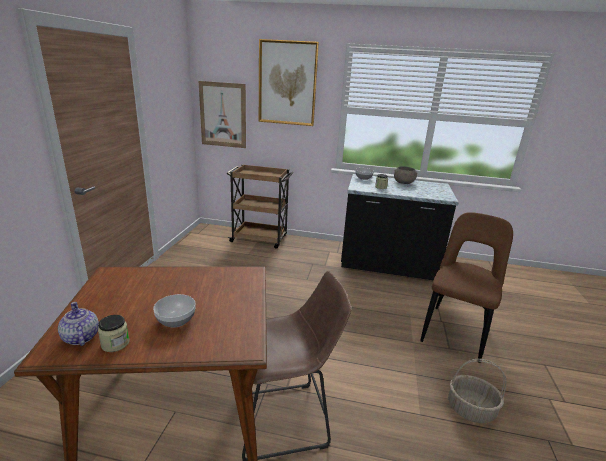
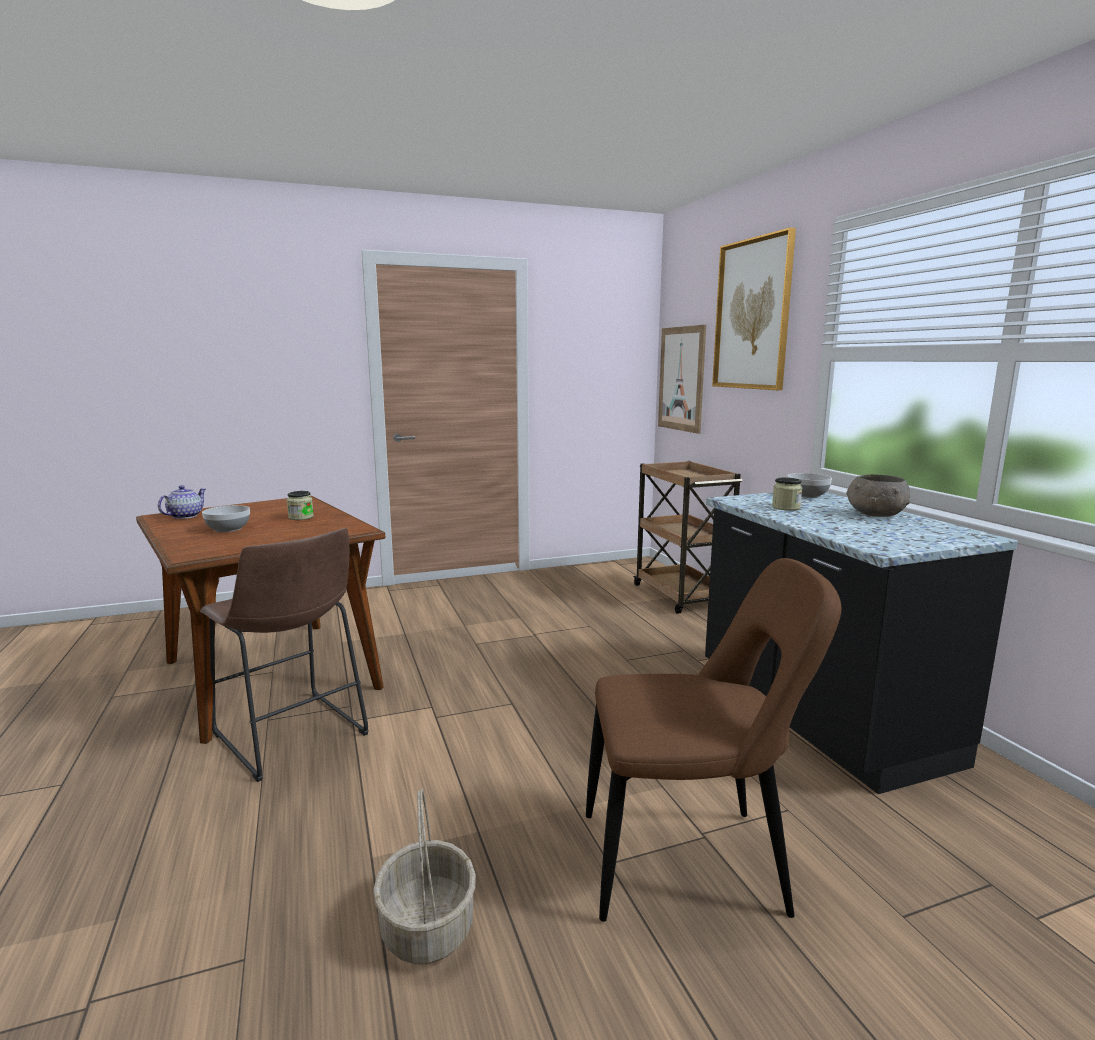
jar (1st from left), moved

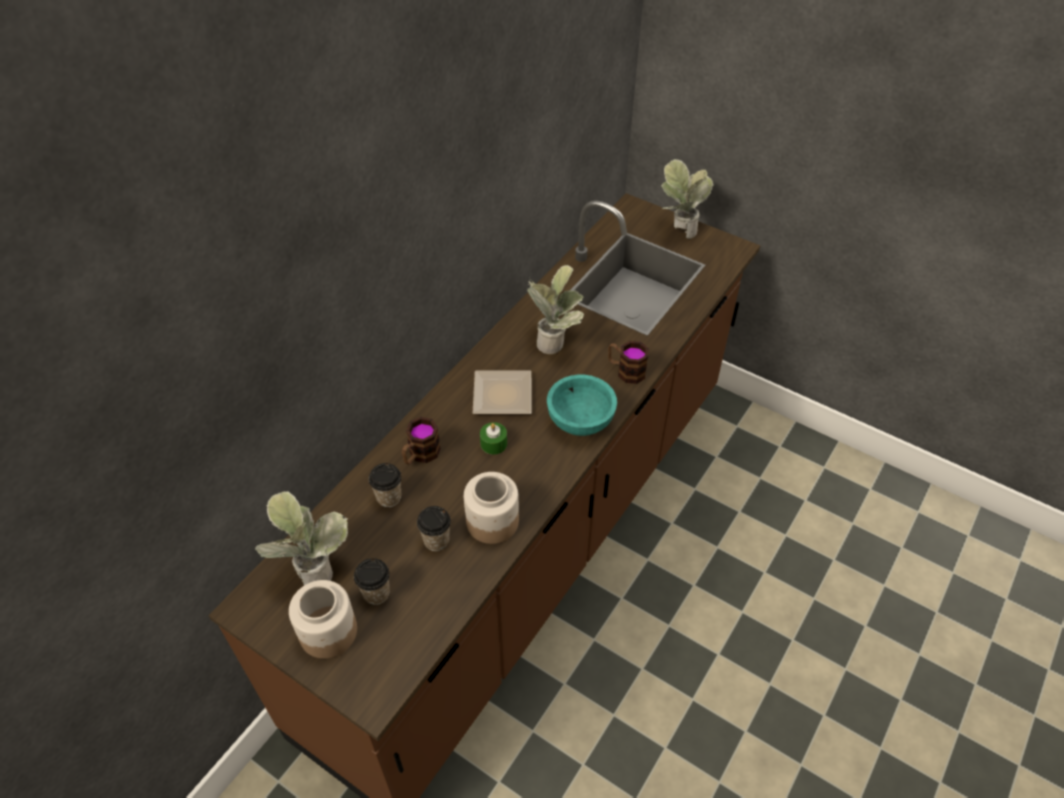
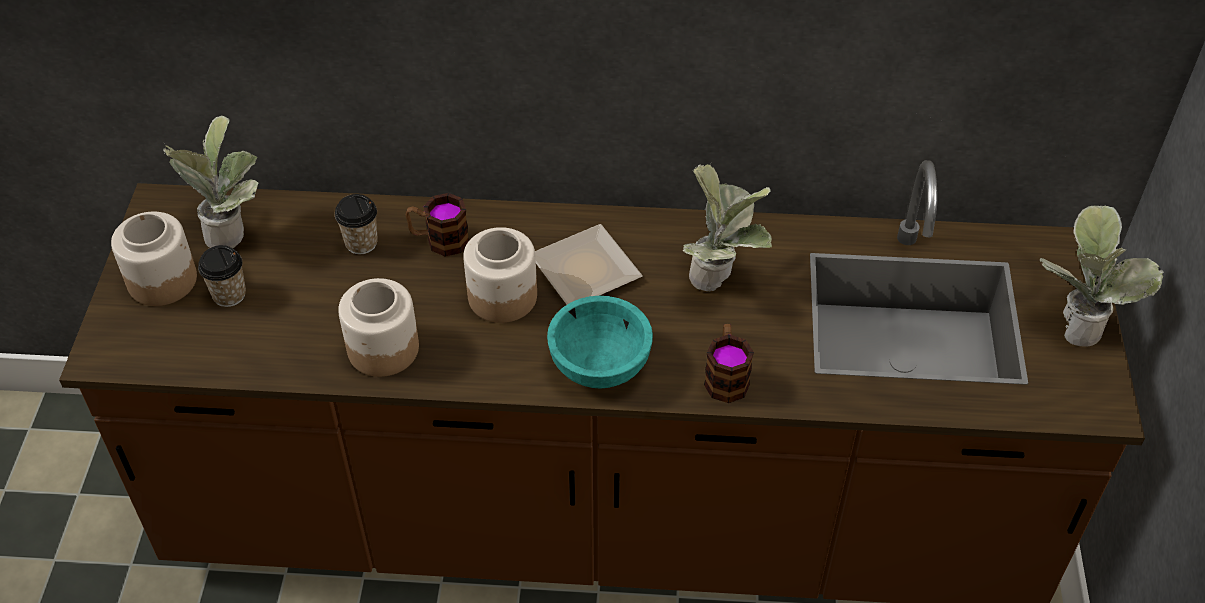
drinking cup (3rd from left) => nothing
candle (greenish) => jar (3rd from left)

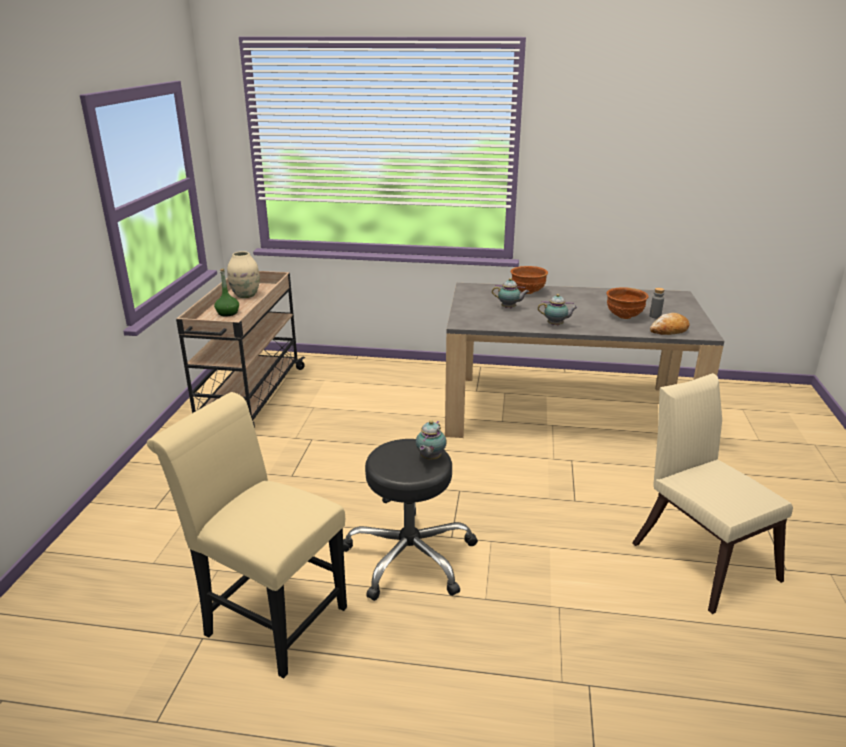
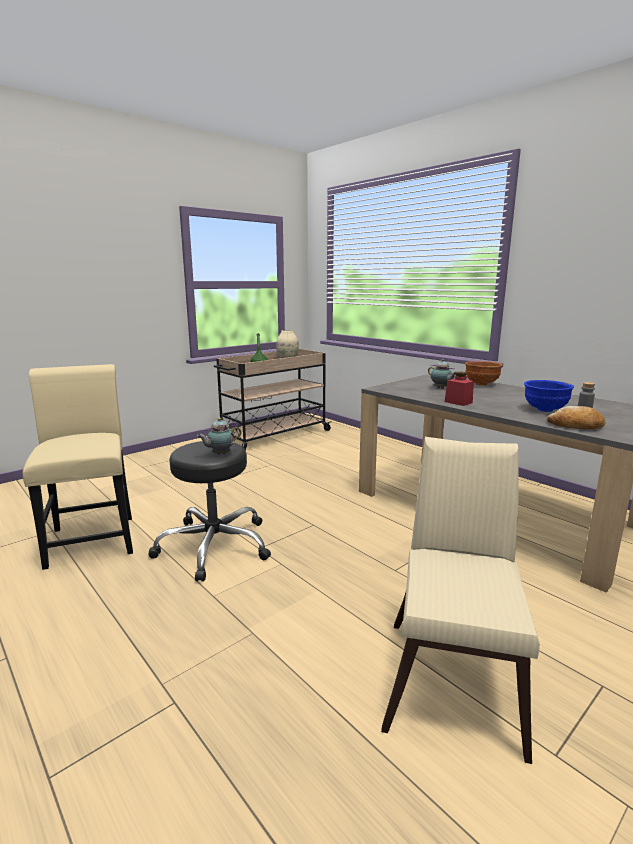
teapot (3rd from left) => jar (red)
deep dish (brown-coloured) (2nd from left) => deep dish (blue)

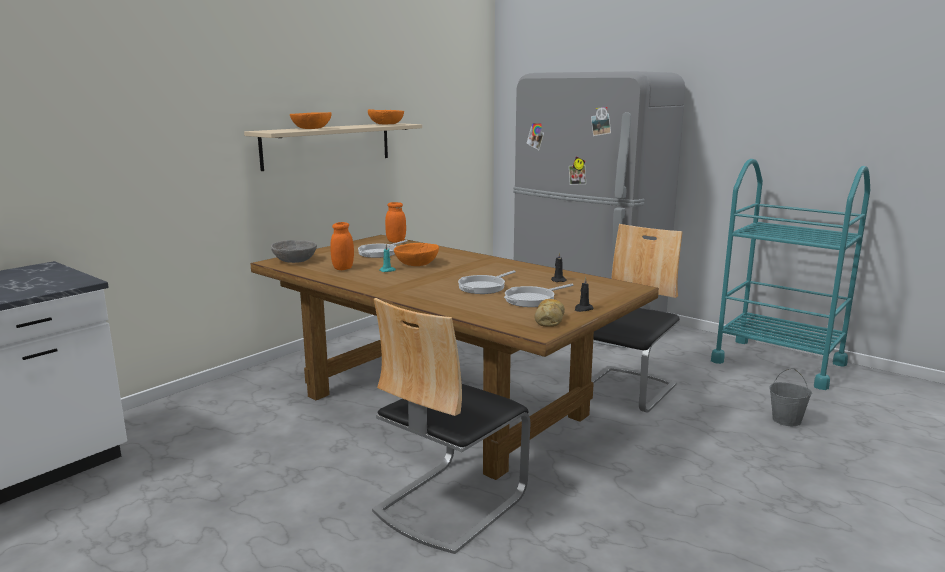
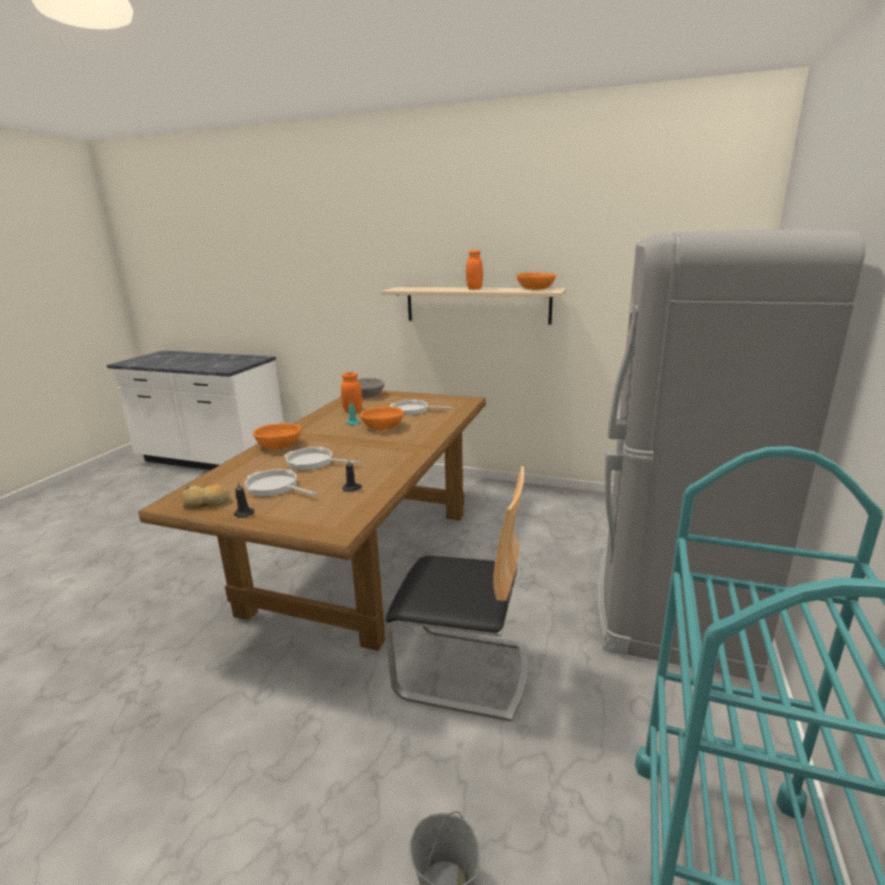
deep dish (orange-coloured) (1st from left), moved
upright chair (1st from left) => nothing
jar (orange-coloured) (2nd from left), moved

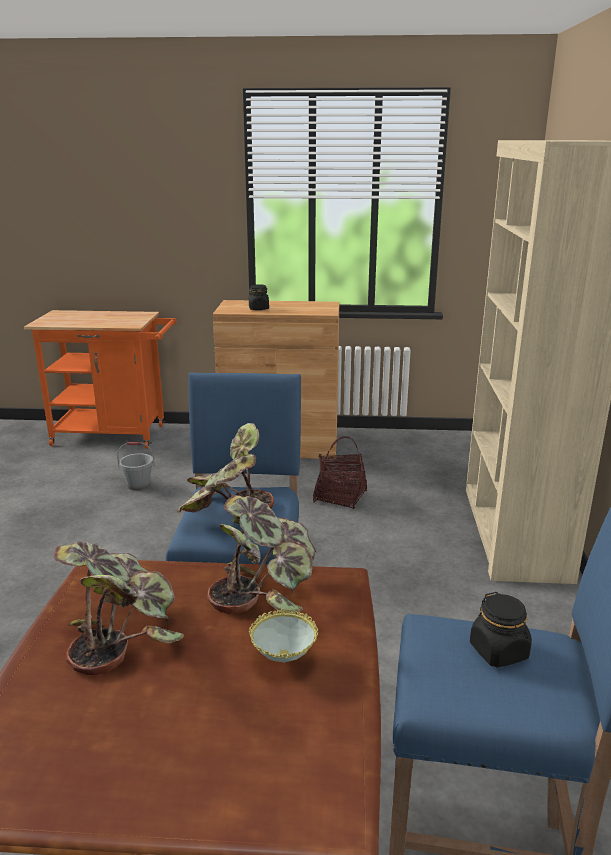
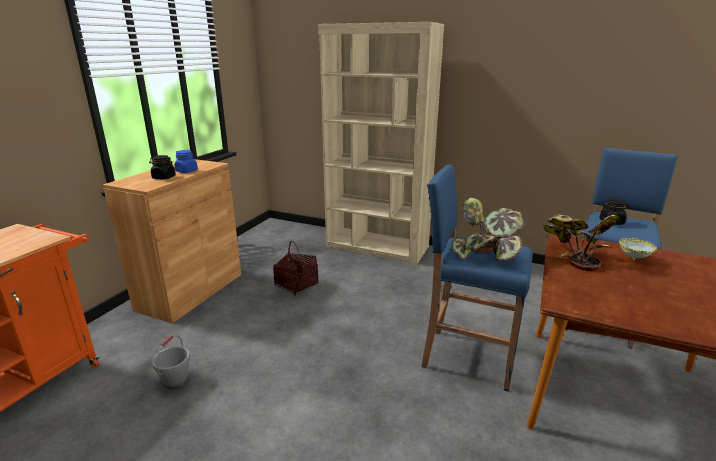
potted plant (1st from left) => nothing
nothing => jar (blue)

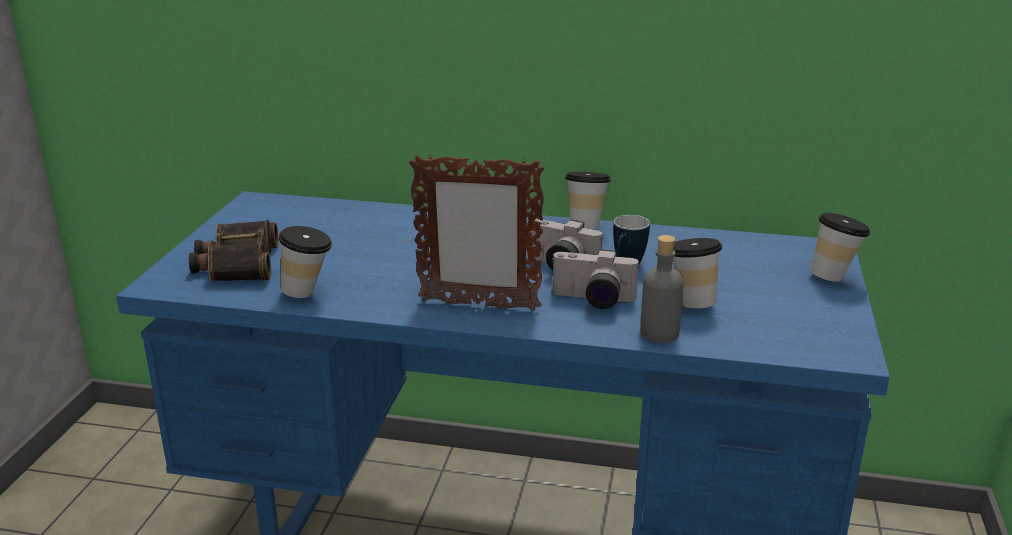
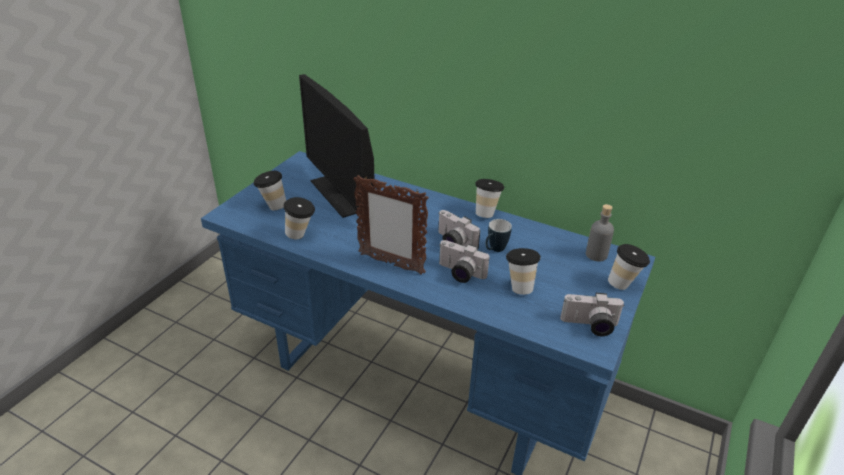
binoculars => drinking cup (1st from left)
bottle (grey), moved
nothing => computer display
nothing => still camera (3rd from left)

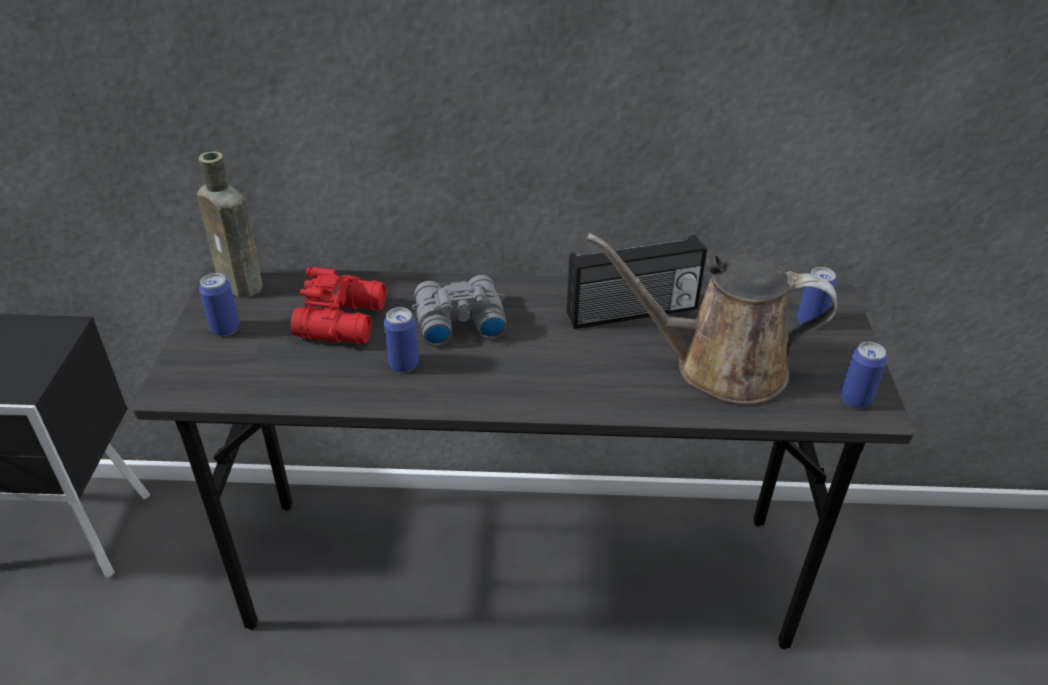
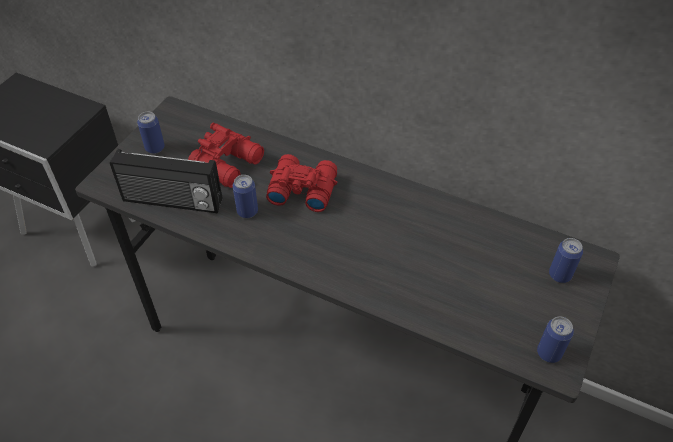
bottle (brown-coloured) => nothing
binoculars (grey) => binoculars (red) (2nd from left)
radio, moved
sprinkling can (brown-coloured) => nothing

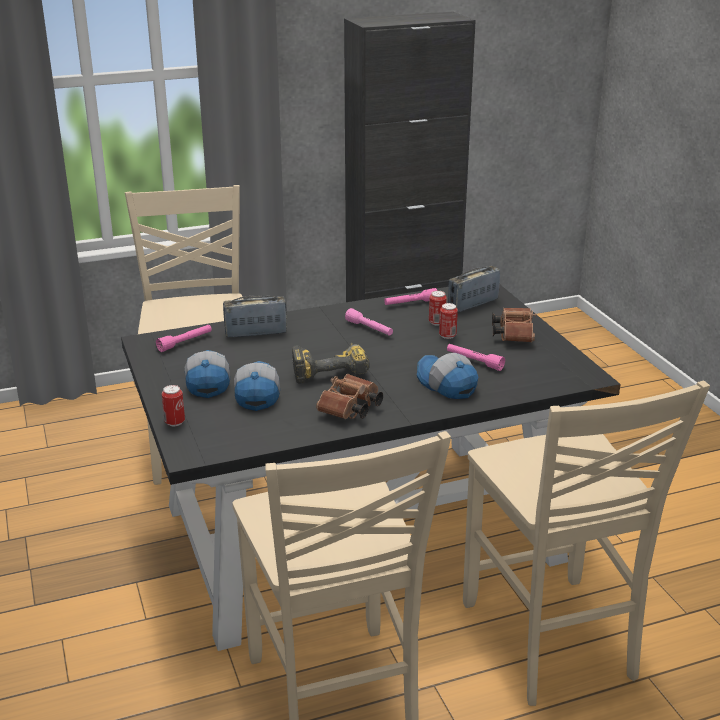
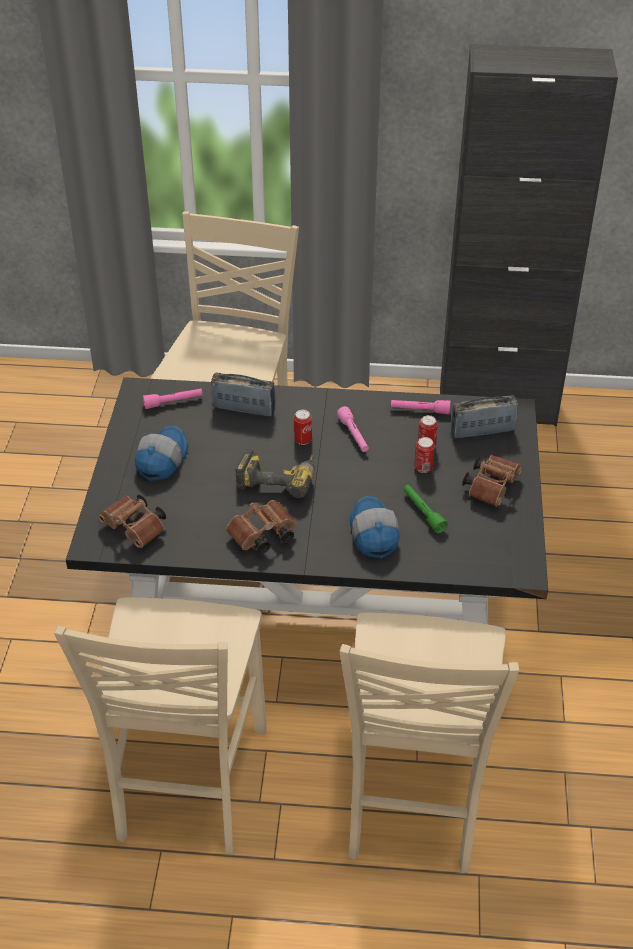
sealed can (1st from left), moved
cap (2nd from left) => nothing
flashlight (pink-coloured) (4th from left) => flashlight (greenish)
nothing => binoculars (brown-coloured) (1st from left)

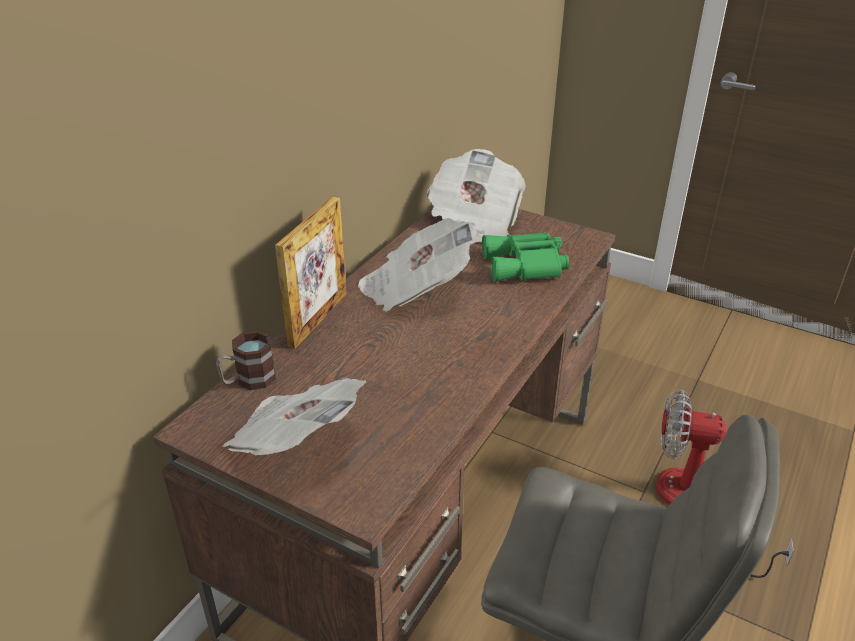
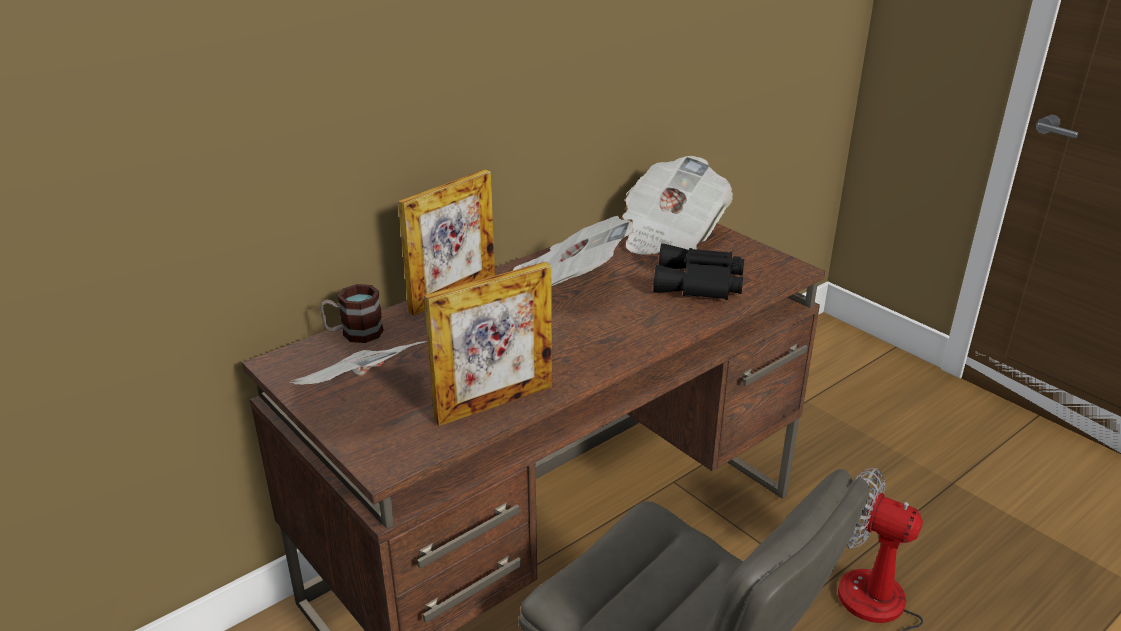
binoculars (greenish) => binoculars (blackish)
nothing => picture frame (2nd from left)

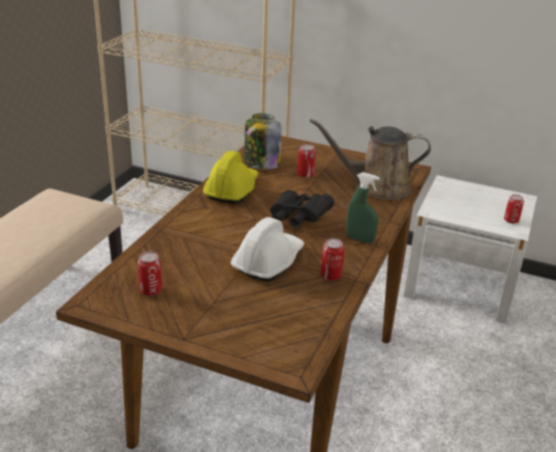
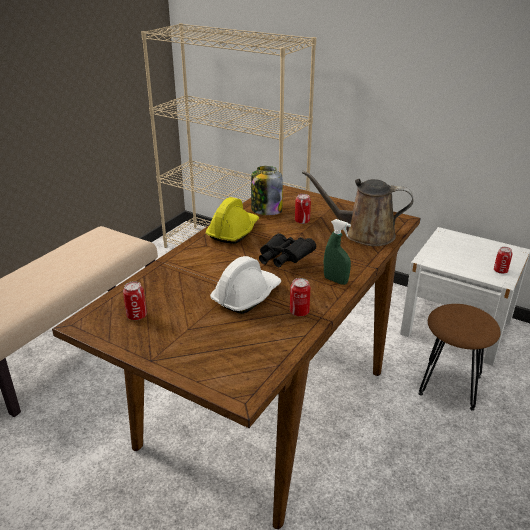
nothing => stool seat (brown-coloured)

